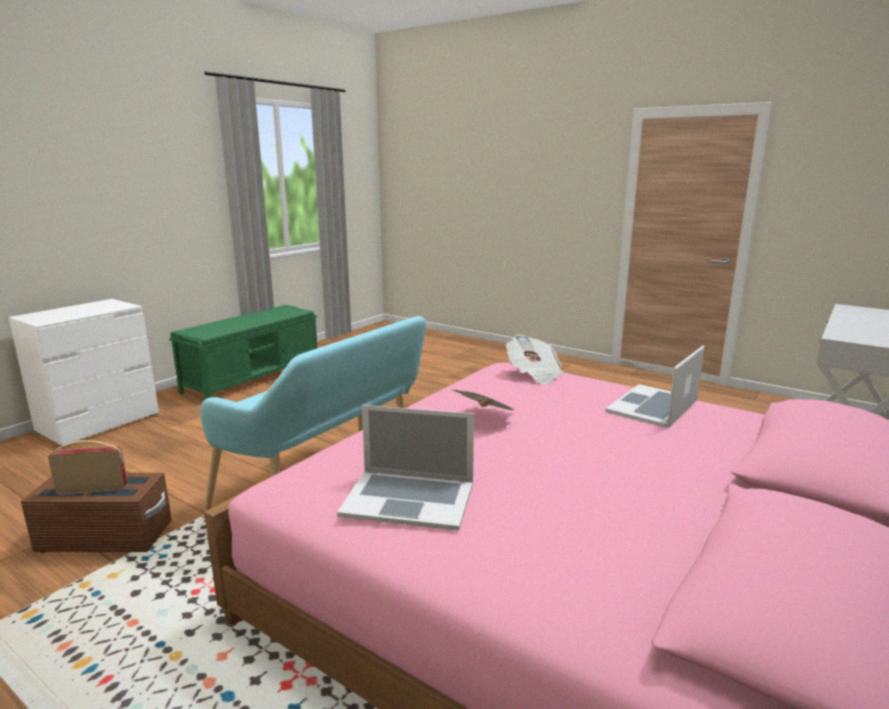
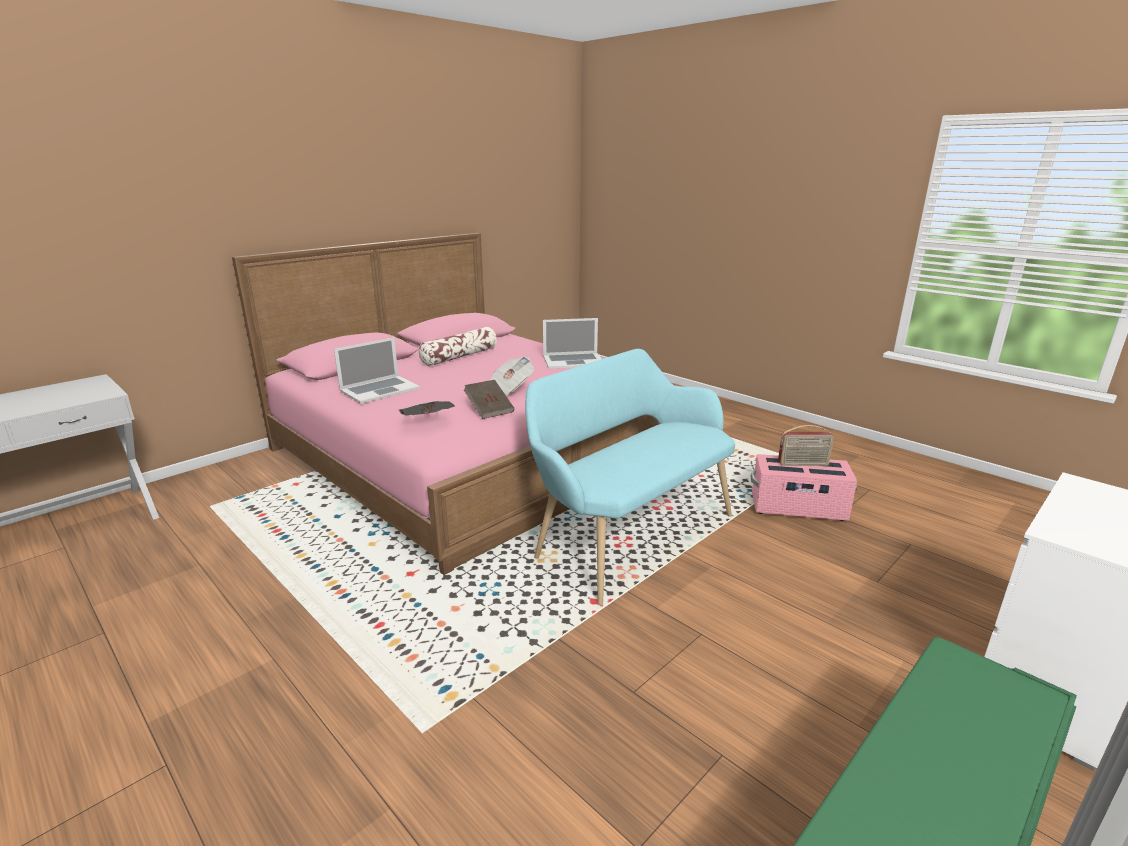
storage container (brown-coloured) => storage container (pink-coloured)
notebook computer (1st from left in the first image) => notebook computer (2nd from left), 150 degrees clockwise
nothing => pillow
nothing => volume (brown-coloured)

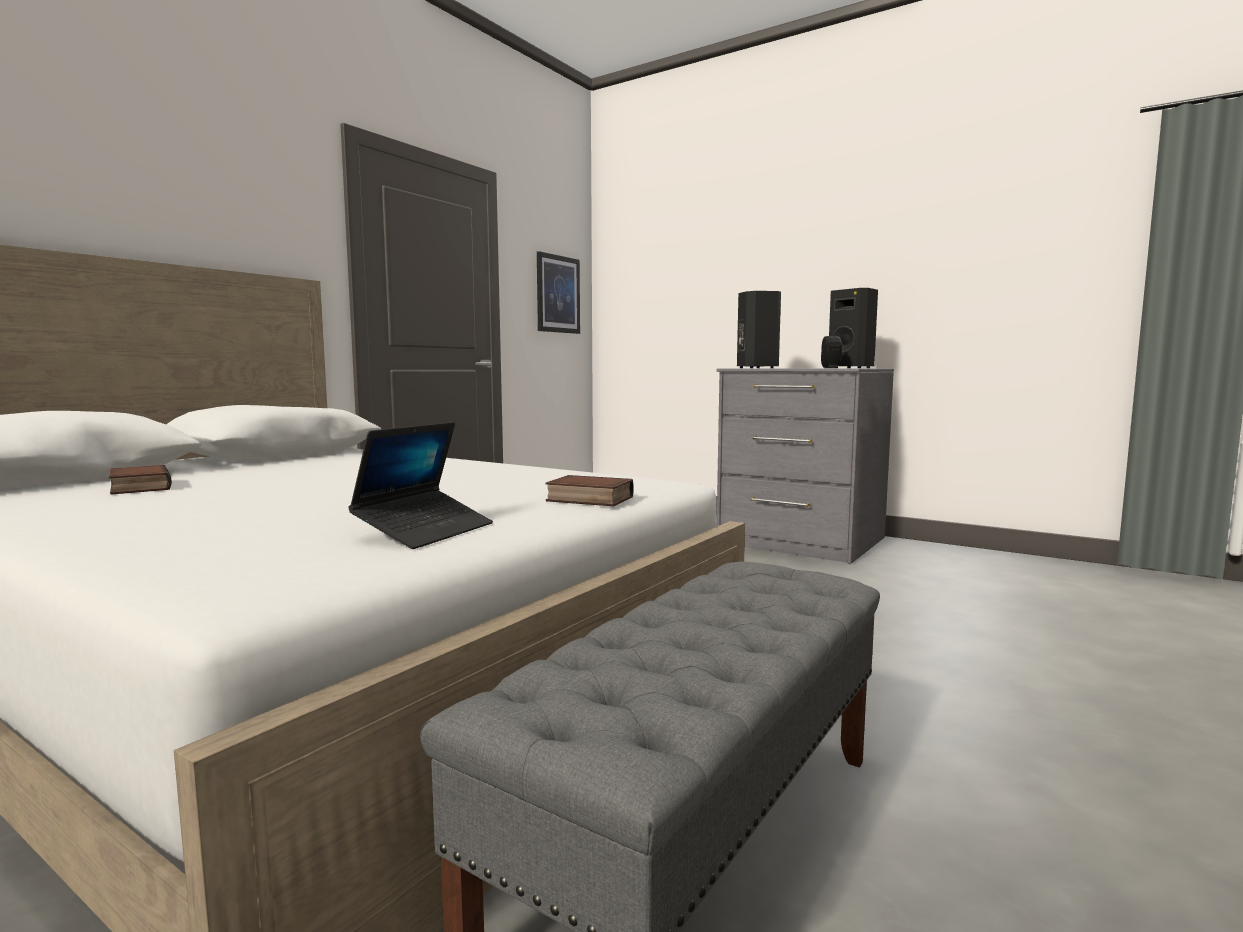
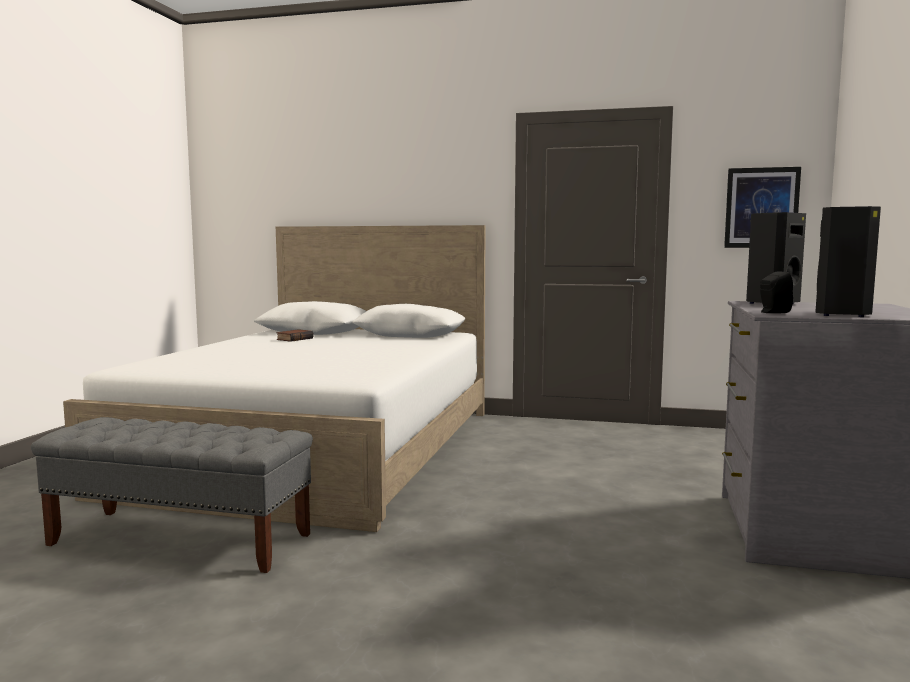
notebook computer => nothing
volume (2nd from left) => nothing

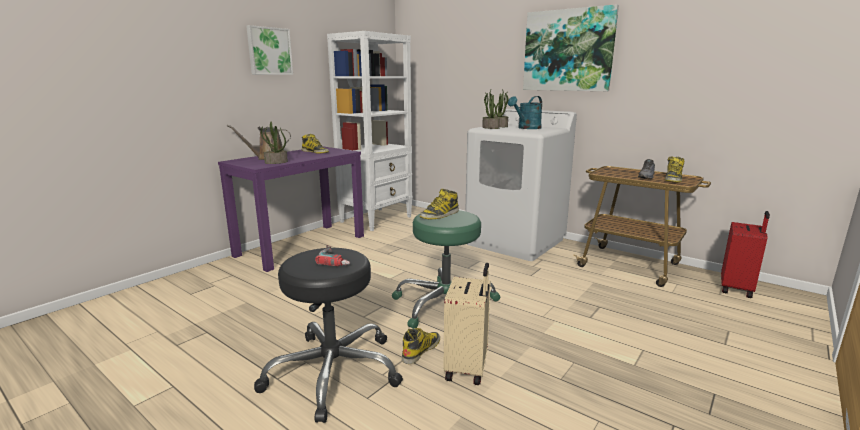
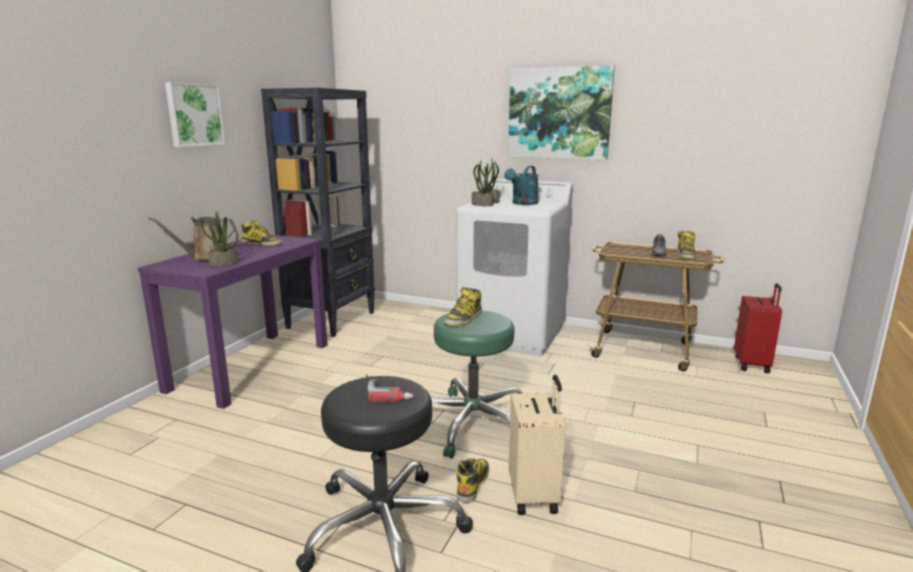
bookshelf (whitish) => bookshelf (blackish)

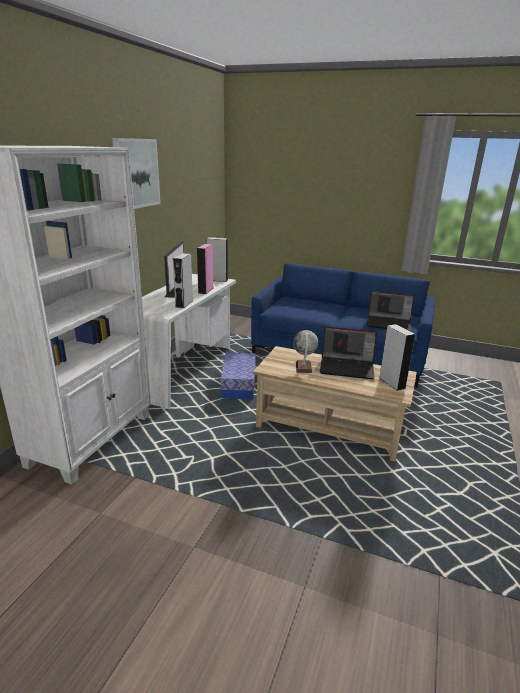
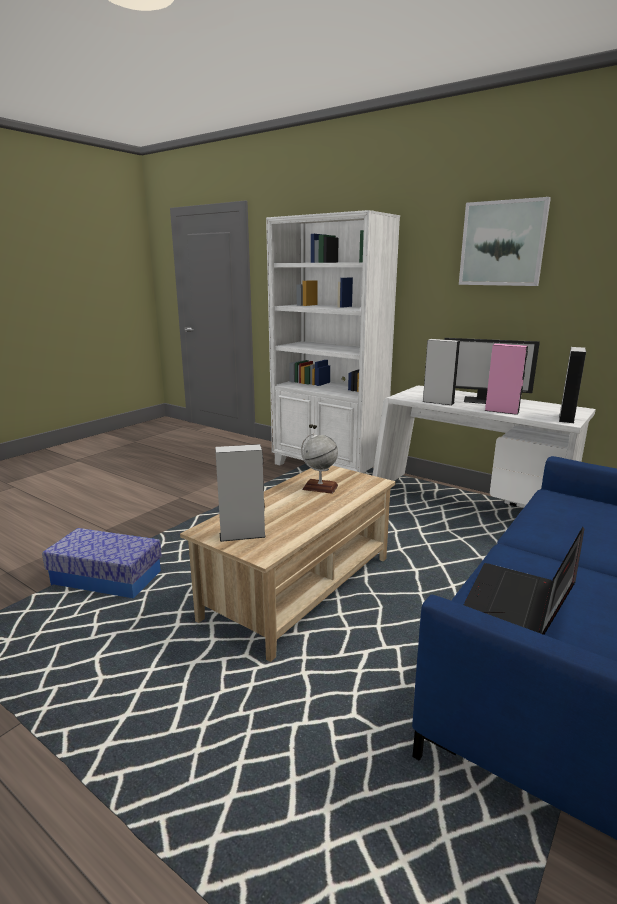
storage container, moved
notebook computer (1st from left) => nothing

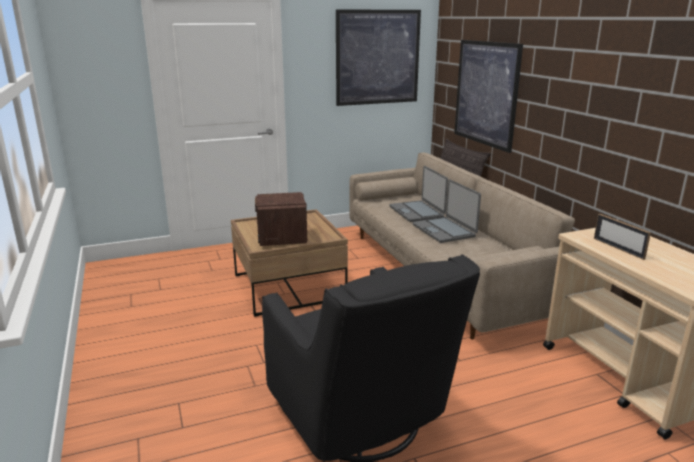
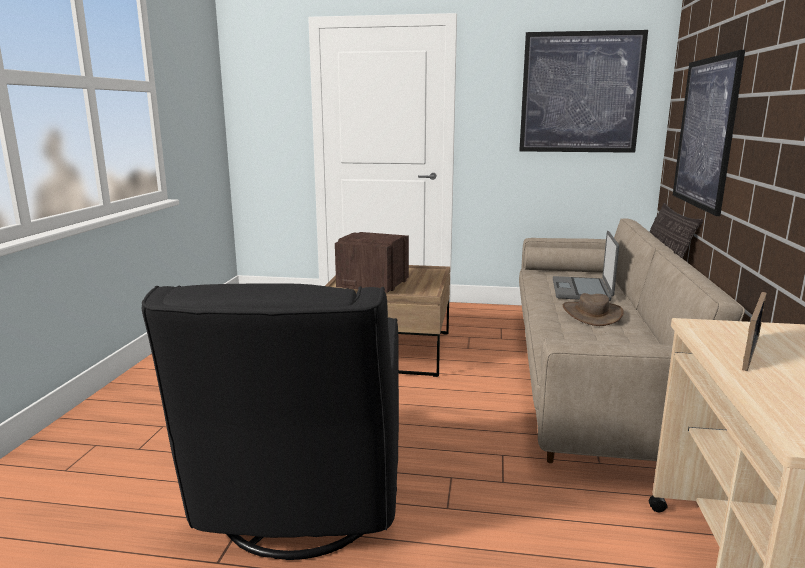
notebook computer (2nd from left) => wearable hat (brown-coloured)
picture frame, 150 degrees counterclockwise

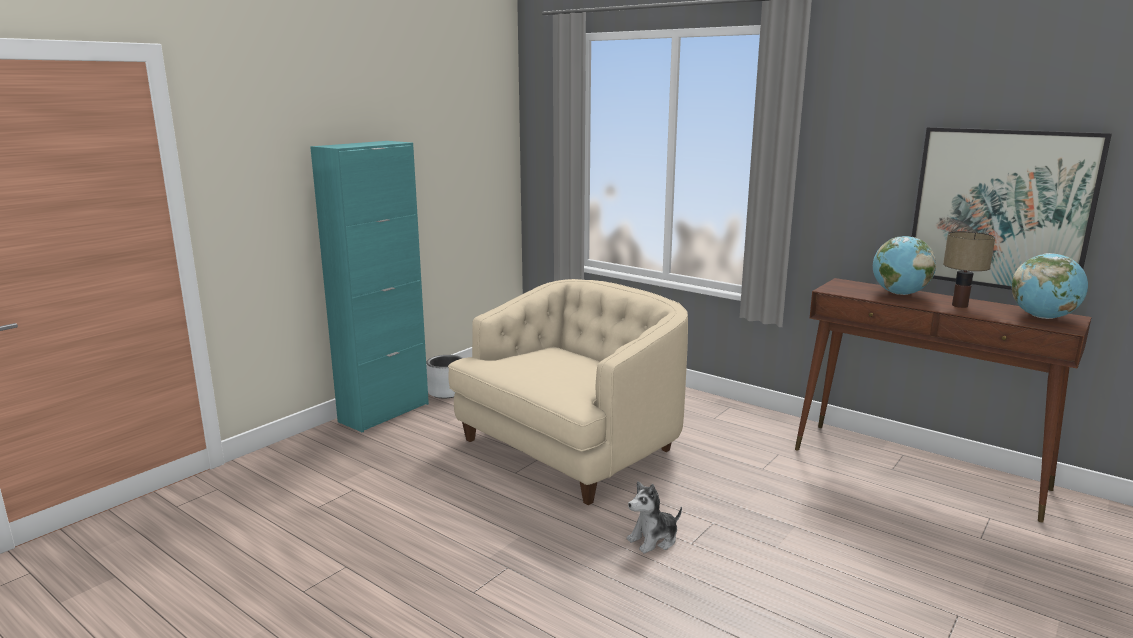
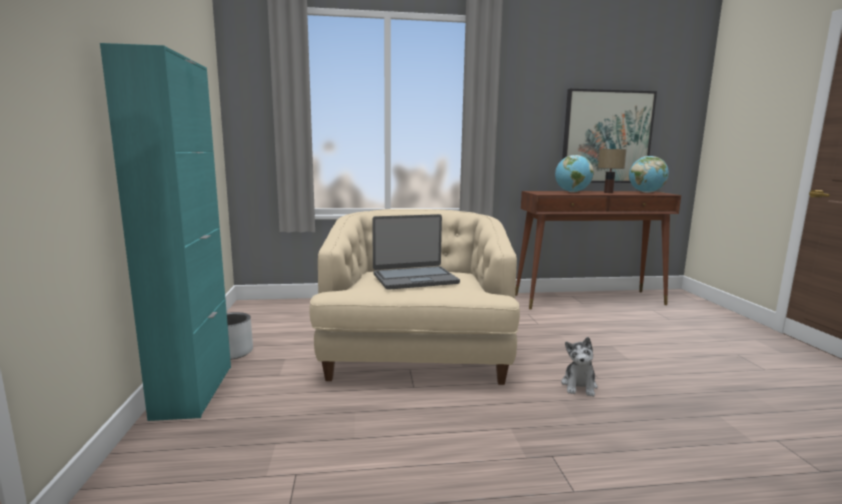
nothing => notebook computer

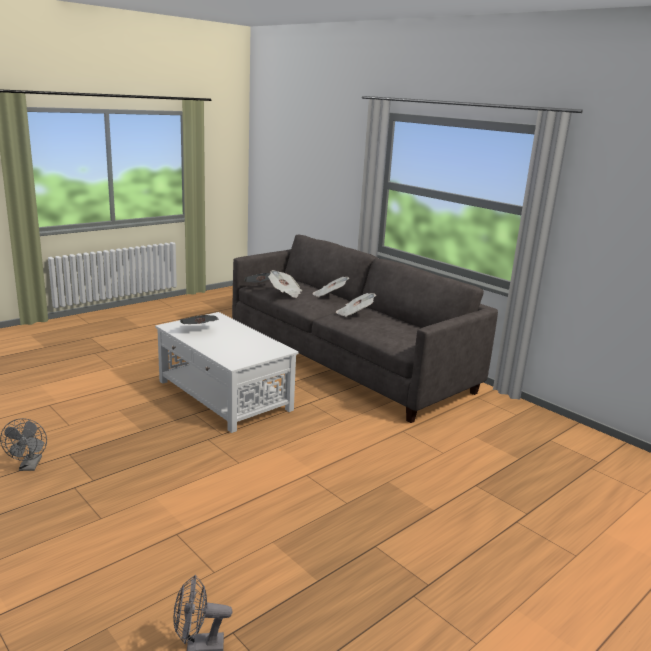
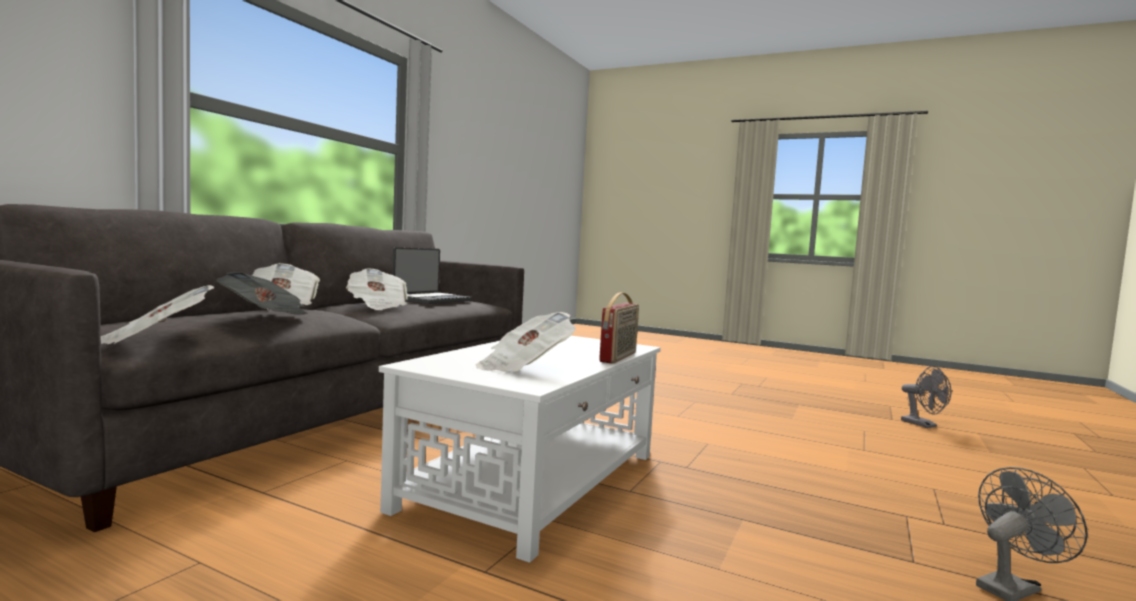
nothing => notebook computer
nothing => radio

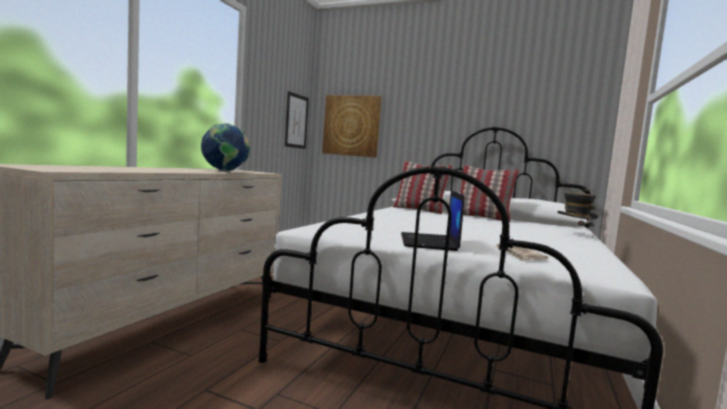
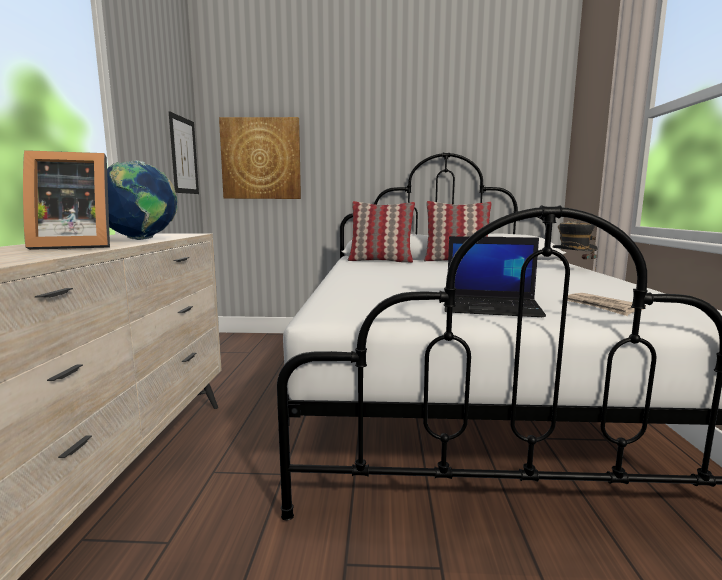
notebook computer, 60 degrees counterclockwise
nothing => picture frame

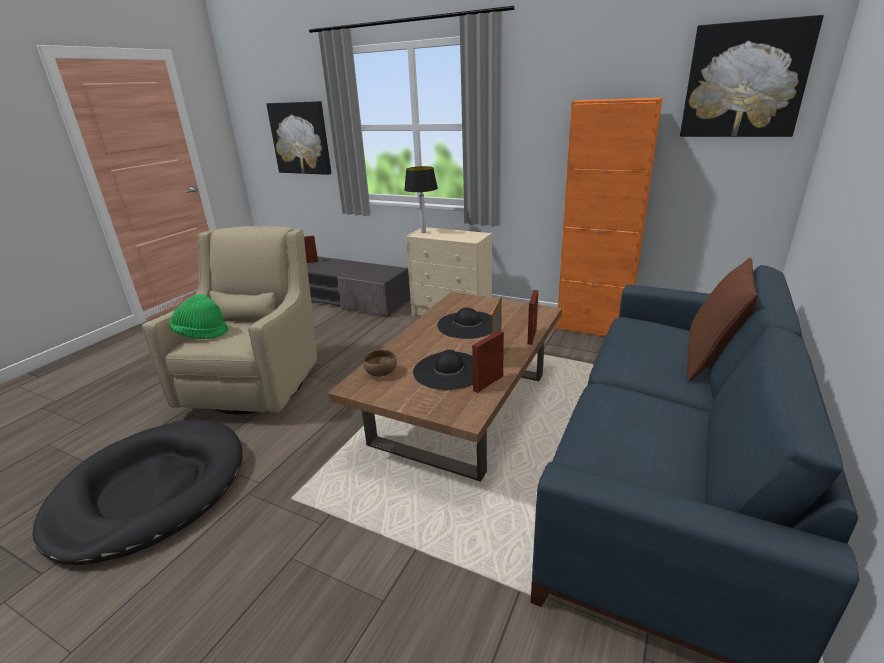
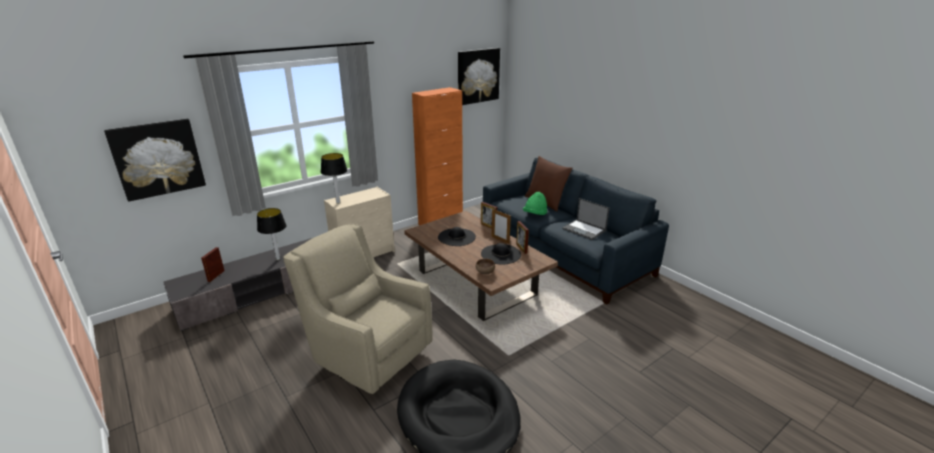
wearable hat (greenish), moved
nothing => tabletop lamp (1st from left)
nothing => notebook computer

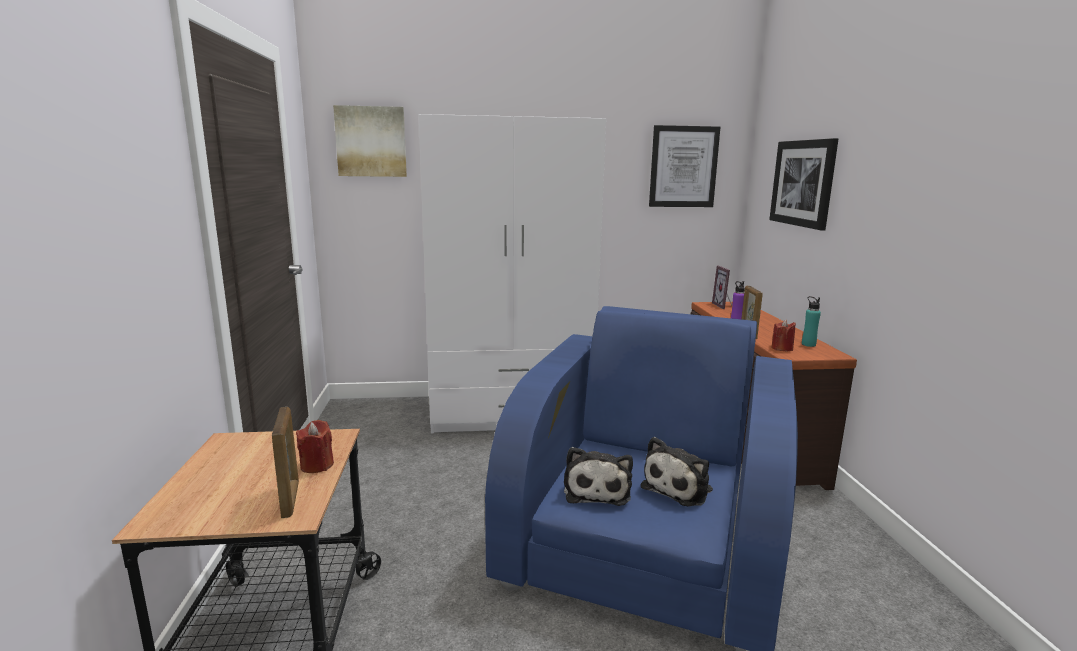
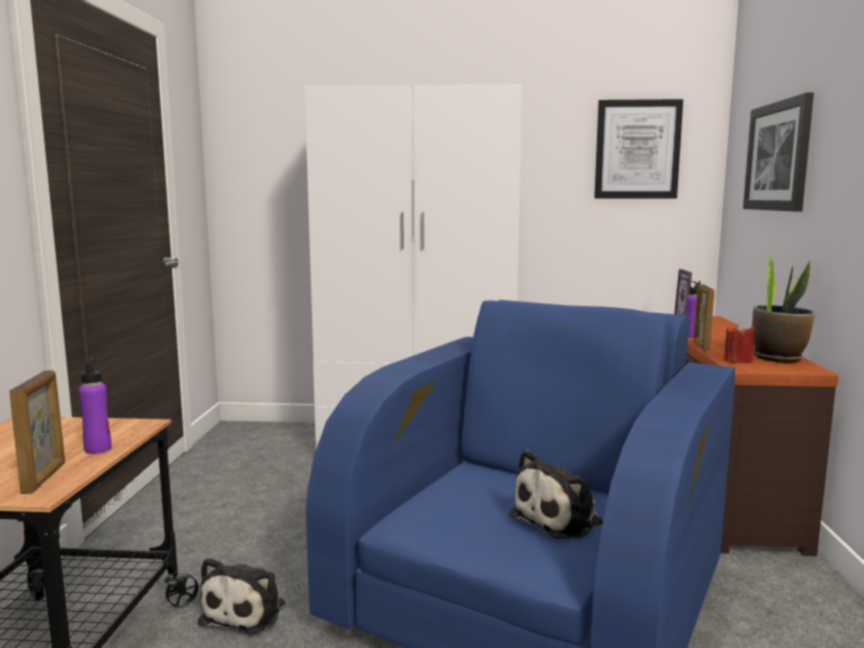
candle (red) (1st from left) => bottle (purplish) (1st from left)
wall picture (1st from left) => nothing
plush toy (1st from left), moved
bottle (blue-green) => potted plant

